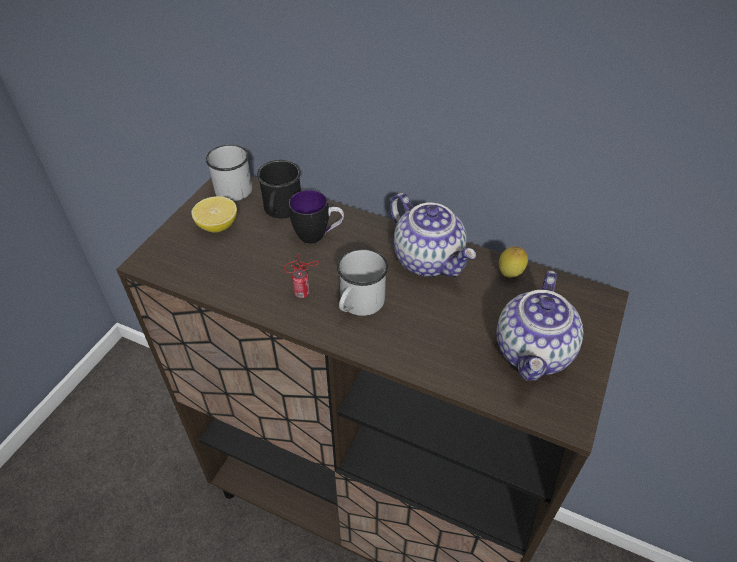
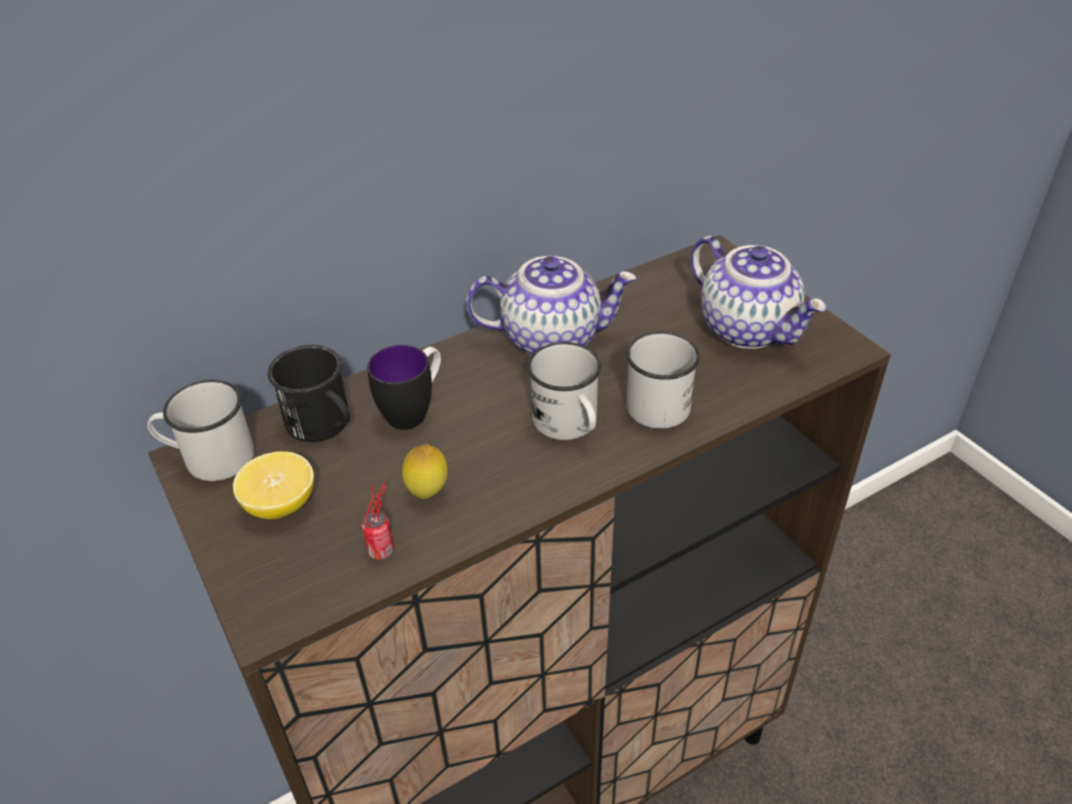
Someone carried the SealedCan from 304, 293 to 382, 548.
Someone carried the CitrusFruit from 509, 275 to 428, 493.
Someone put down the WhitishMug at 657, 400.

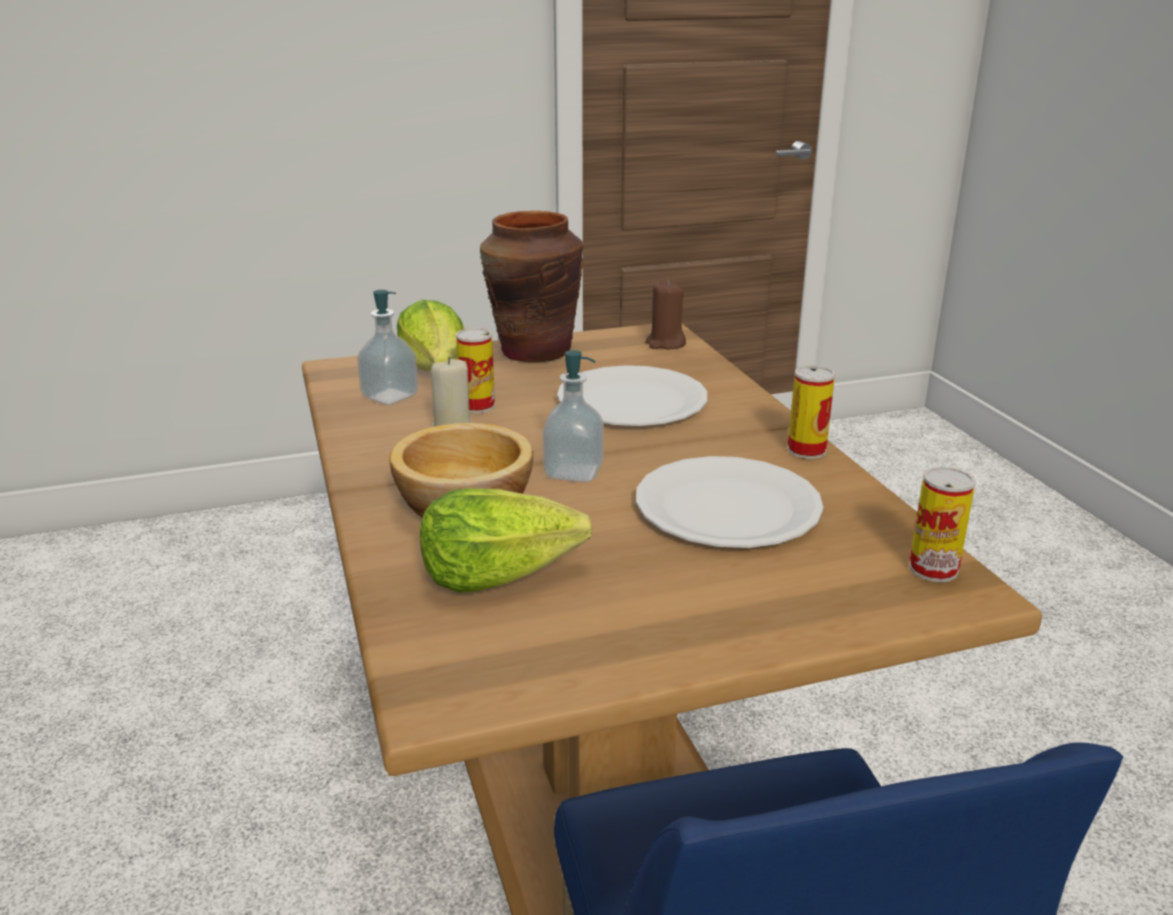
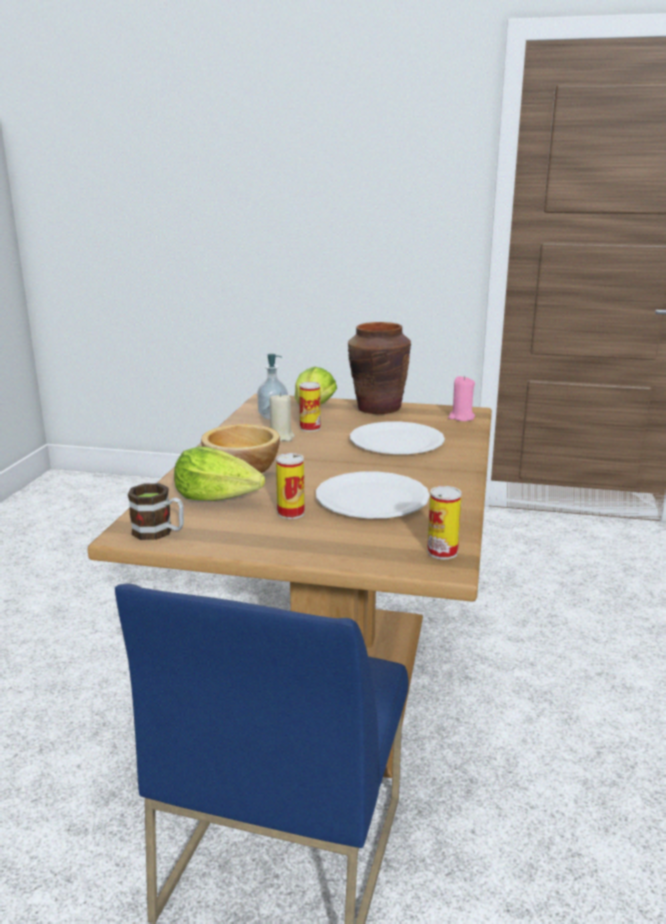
Someone put down the Mug at 159, 532.
Someone carried the SealedCan from 806, 450 to 291, 513.
Someone repainted the BrownColouredWaxLight at 665, 344, which became the PinkColouredWaxLight at 461, 417.
Someone took away the SoapBottle at 573, 472.

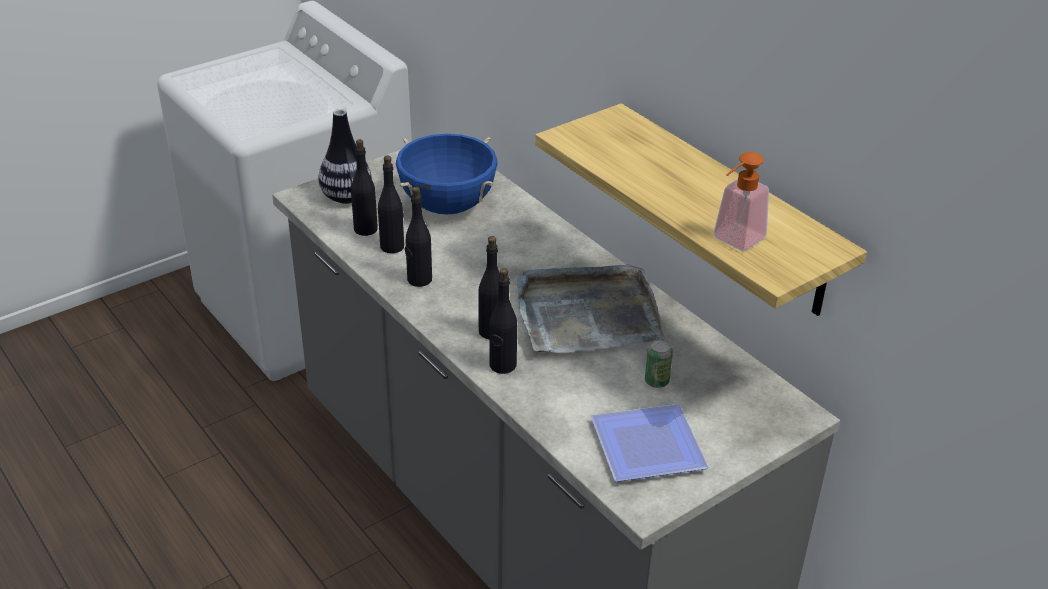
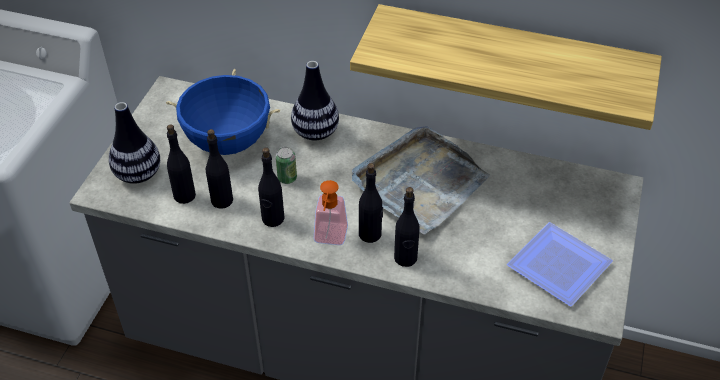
Someone carried the SealedCan from 656, 381 to 287, 178.
Someone put down the Vase at 315, 132.
Someone carried the SoapBottle from 733, 241 to 329, 239.

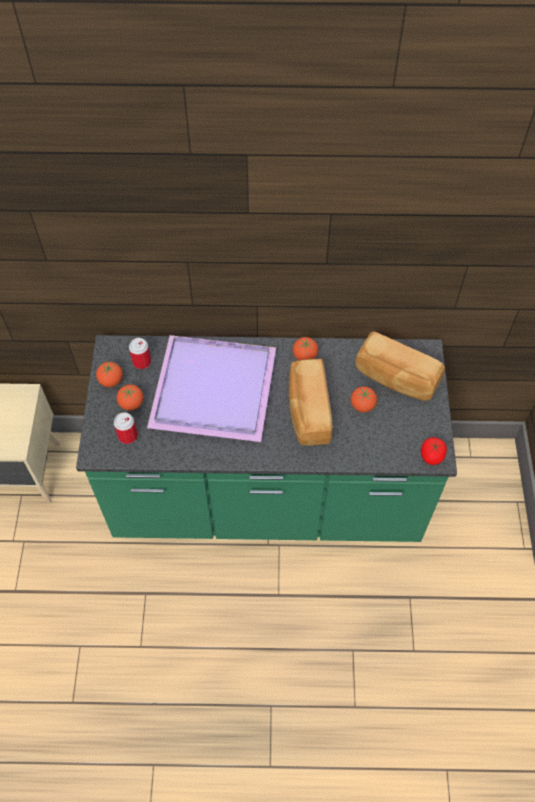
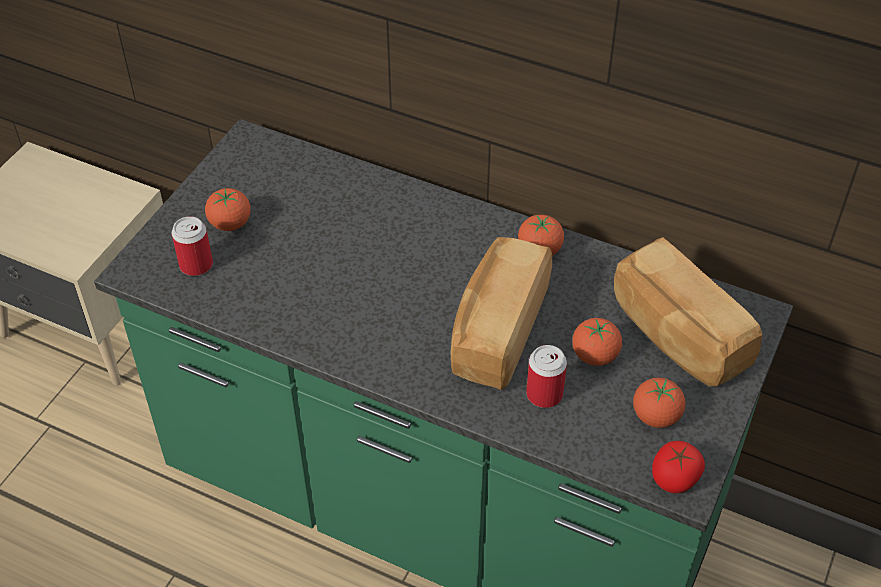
Someone carried the SealedCan from 142, 362 to 544, 394.
Someone carried the Tomato from 111, 381 to 656, 416.
Someone took away the PurplishTray at 216, 387.

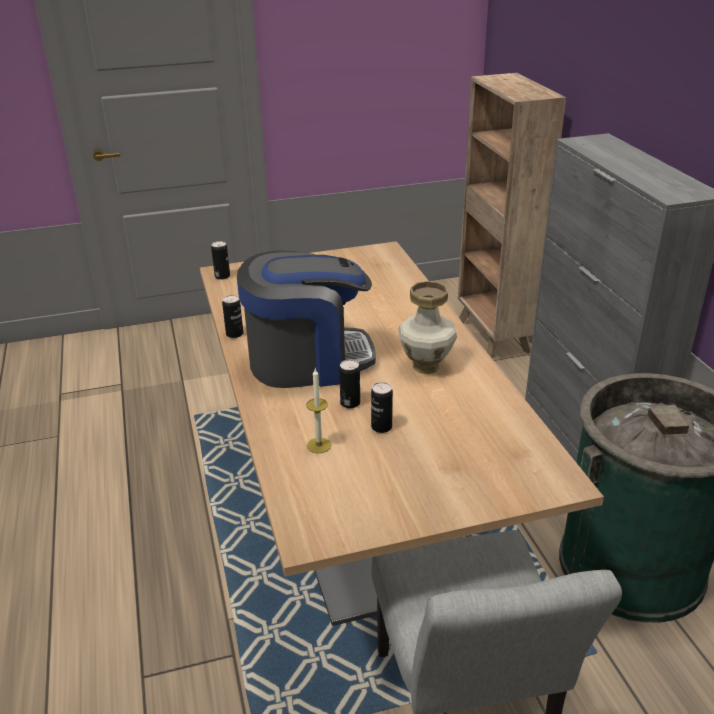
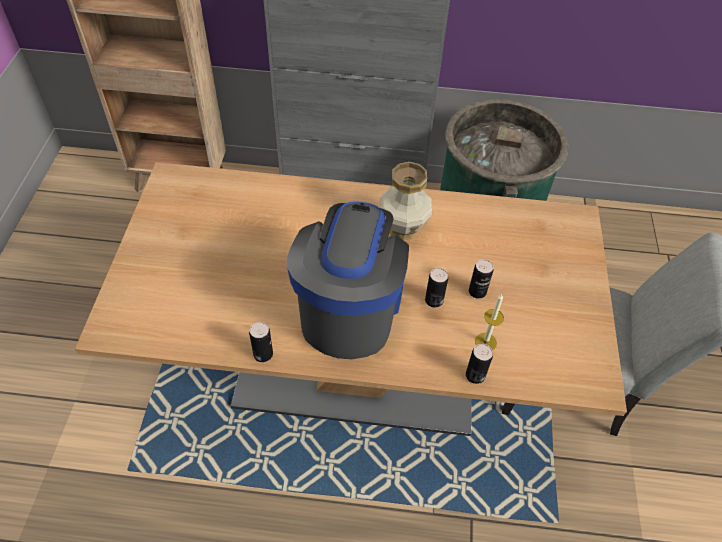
Someone carried the SealedCan from 222, 276 to 475, 375.

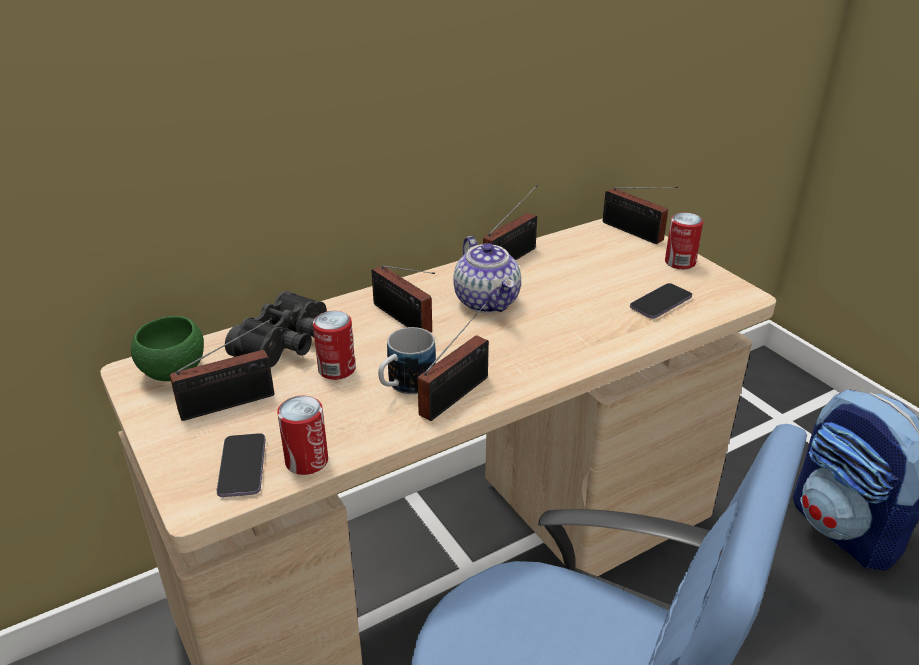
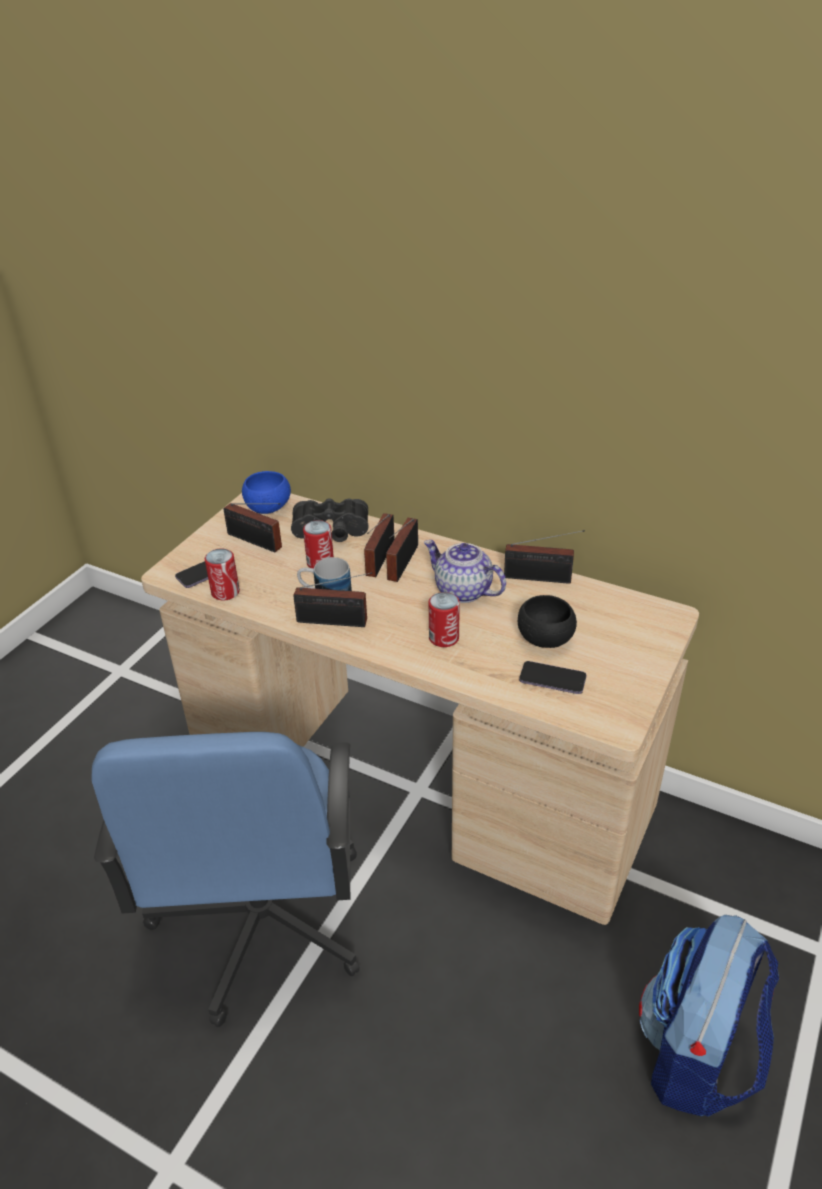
Someone repainted the GreenishDeepDish at 173, 372, which became the BlueColouredDeepDish at 268, 508.
Someone carried the Radio from 635, 233 to 378, 560.
Someone rotated the PotForTea at 488, 302 by 90 degrees clockwise.
Someone carried the SealedCan from 680, 262 to 444, 638.
Someone put down the BlackDeepDish at 545, 639.

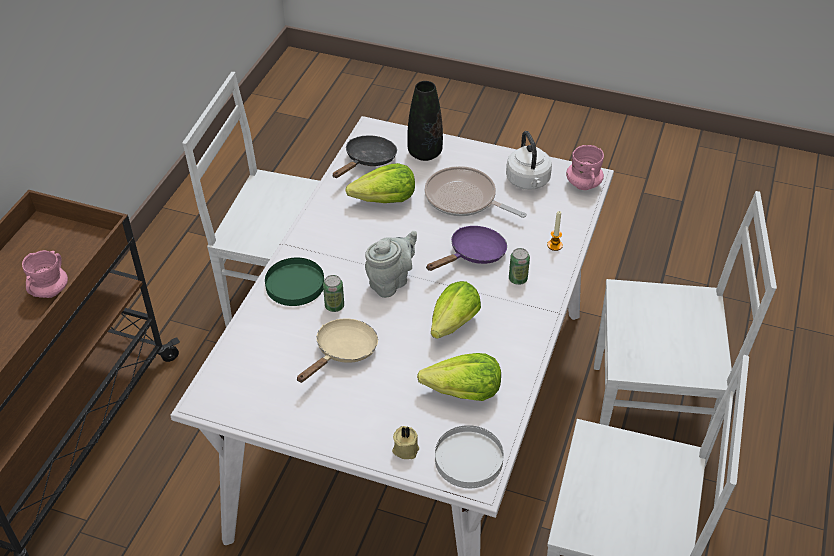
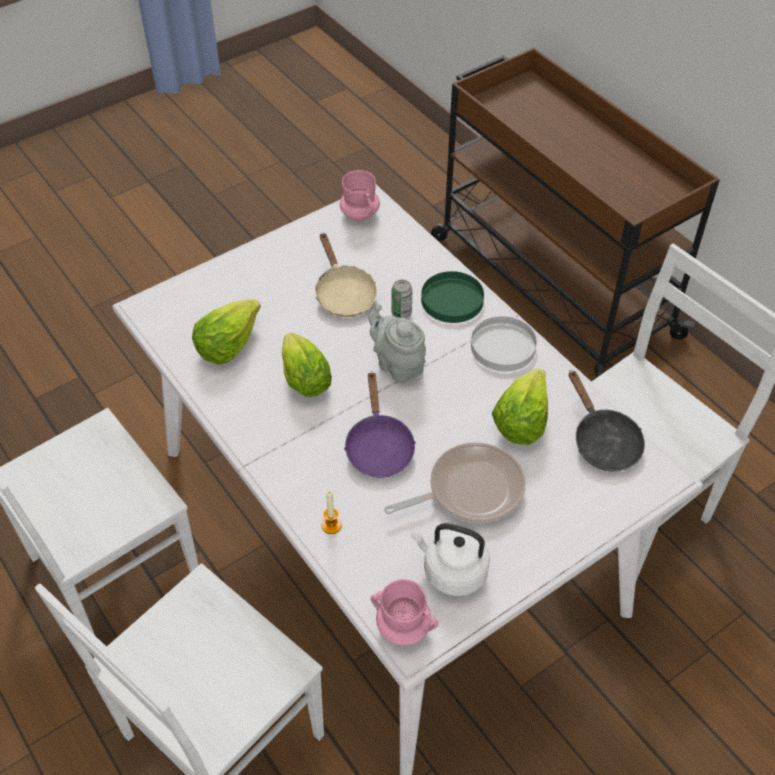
Someone carried the PinkColouredMug from 50, 290 to 360, 214.
Someone rotated the GreyishPotForTea at 391, 282 by 150 degrees clockwise.
Someone carried the WhitishFlatDish from 468, 459 to 503, 346.
Someone took away the BeigeWaxLight at 405, 448.
Someone took away the BlackVase at 425, 153.
Someone took away the SealedCan at 518, 279.

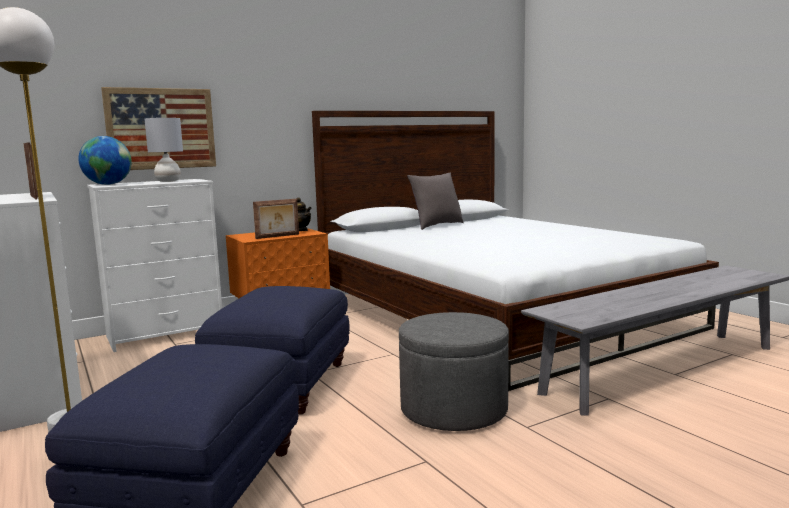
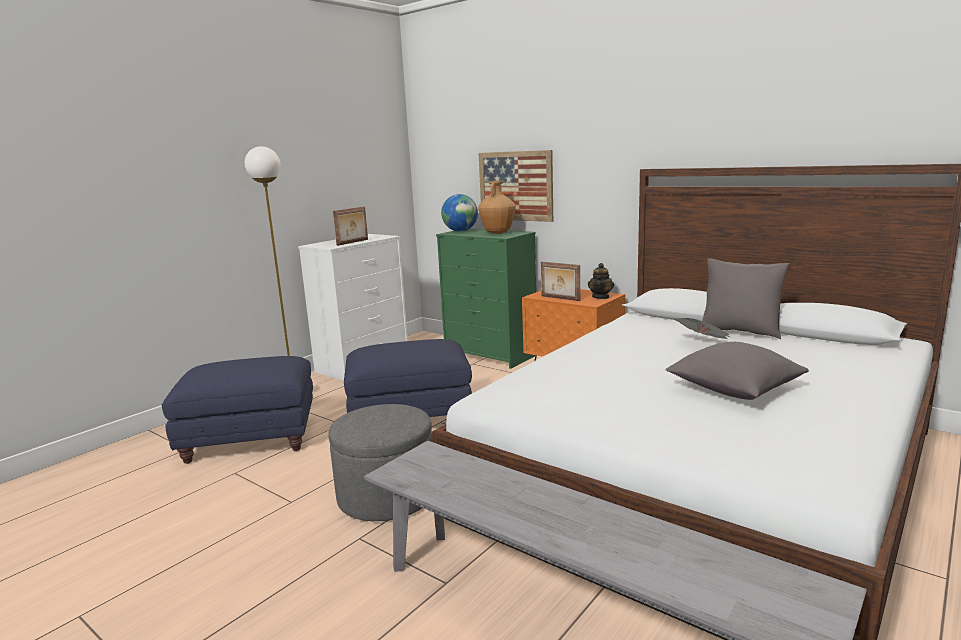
Someone repainted the WhitishDrawerChest at 166, 334, which became the GreenishDrawerChest at 491, 354.
Someone swapped the GreyishLampForATable at 168, 181 for the BrownColouredVase at 497, 233.
Someone put down the GreyishThrowPillow at 734, 390.
Someone put down the PrintedPaper at 703, 343.

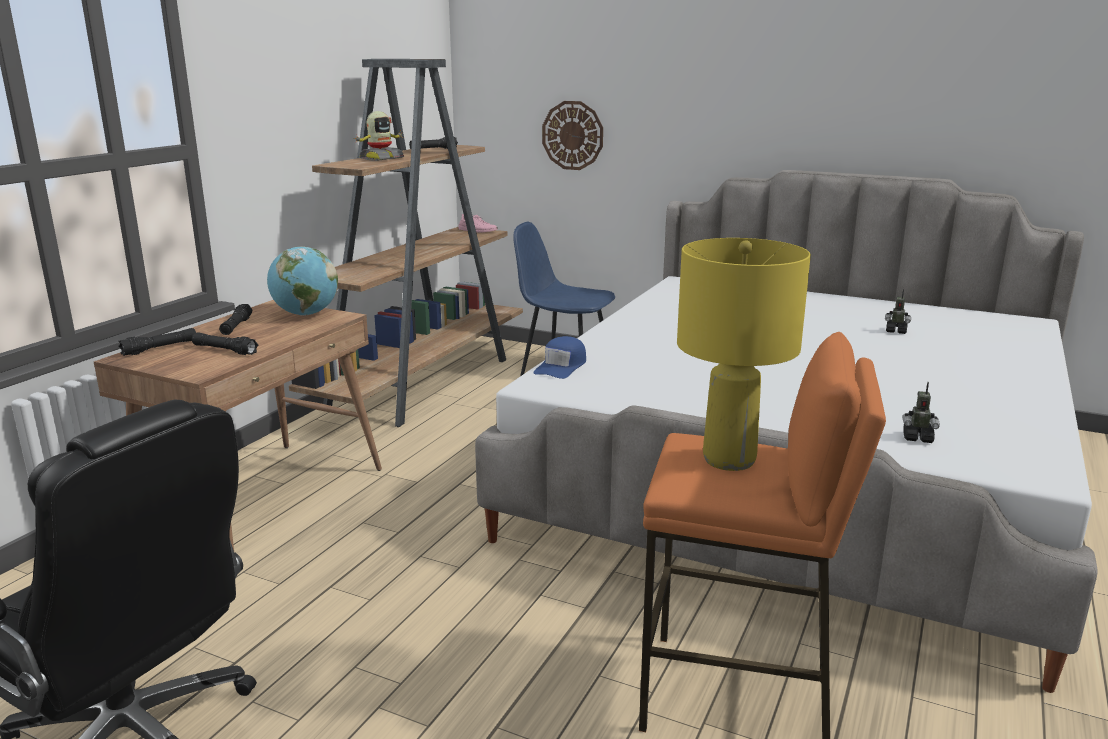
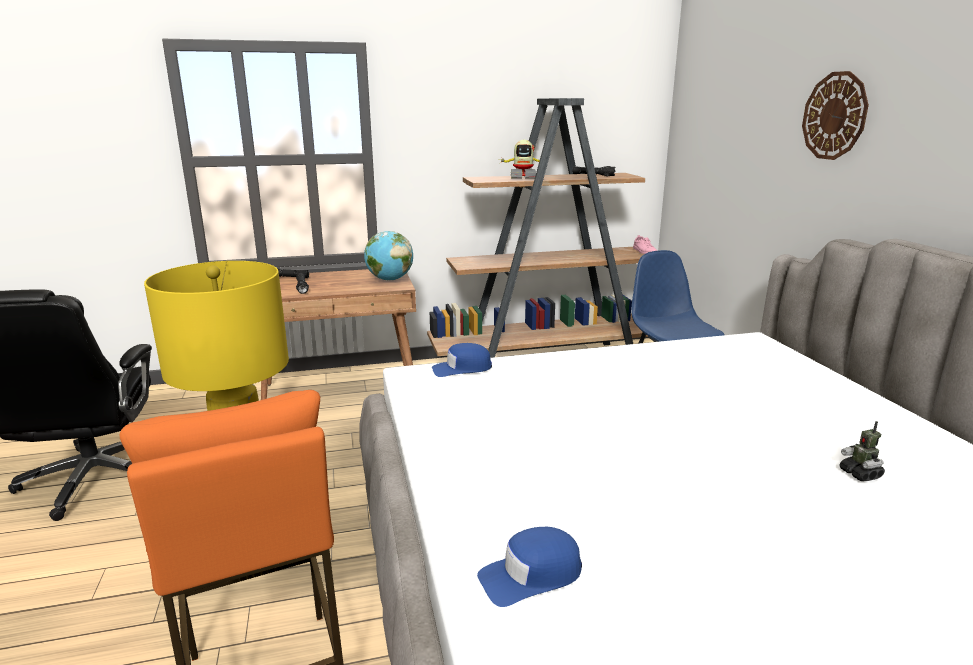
Someone swapped the ModelRobot at 917, 438 for the BlueColouredCap at 531, 575.
Someone carried the HangingClock from 572, 135 to 834, 116.
Someone took away the BlackTorch at 236, 326.

